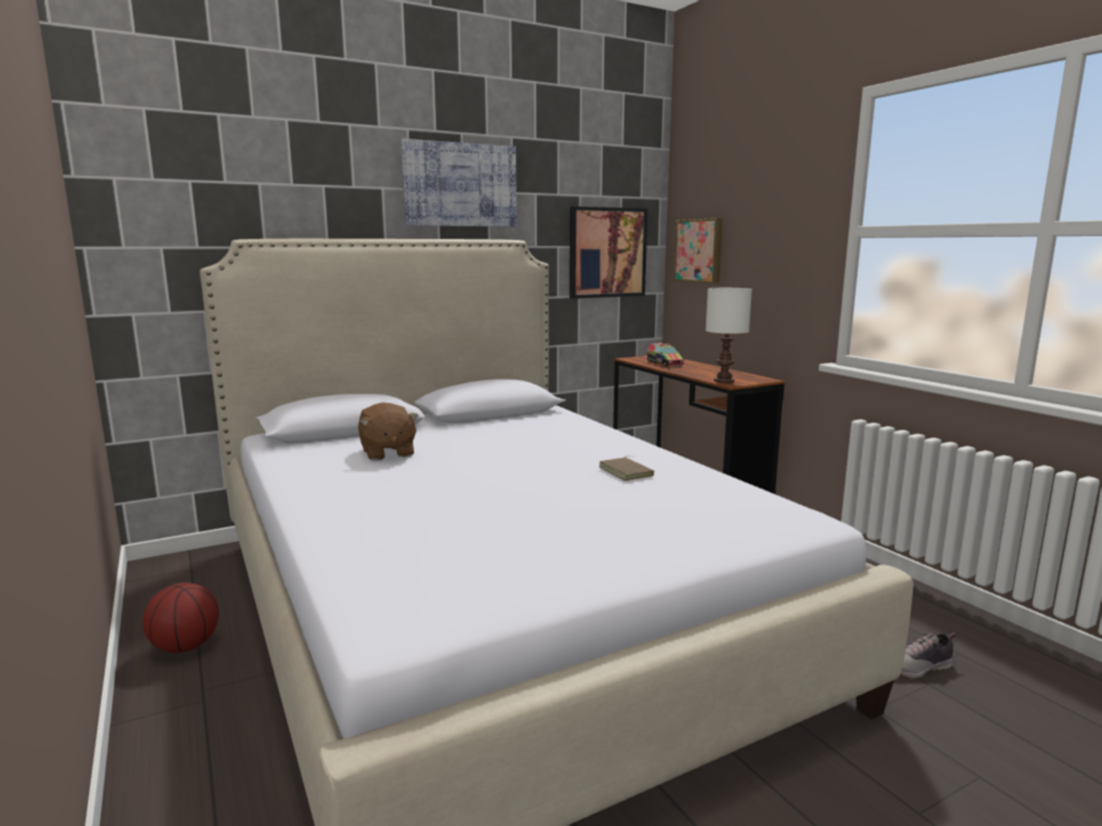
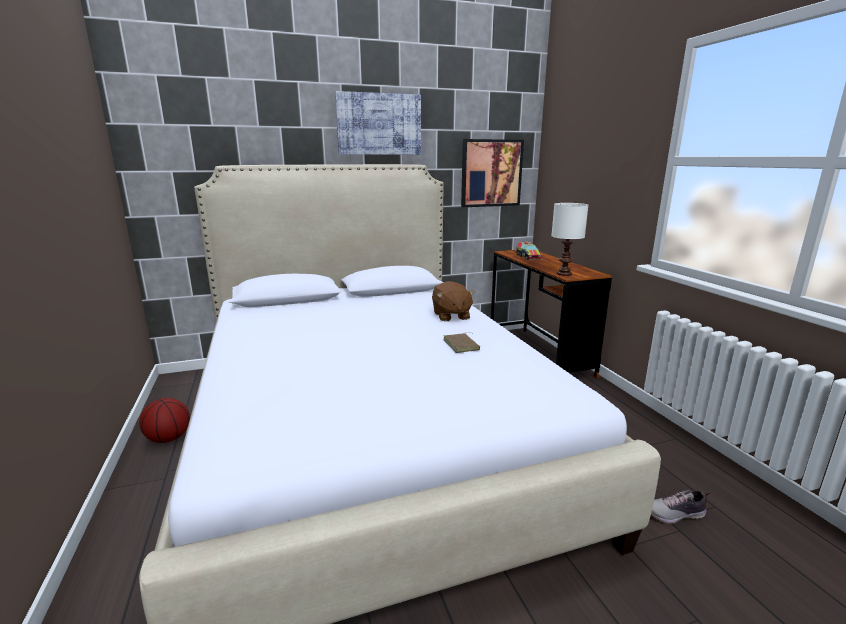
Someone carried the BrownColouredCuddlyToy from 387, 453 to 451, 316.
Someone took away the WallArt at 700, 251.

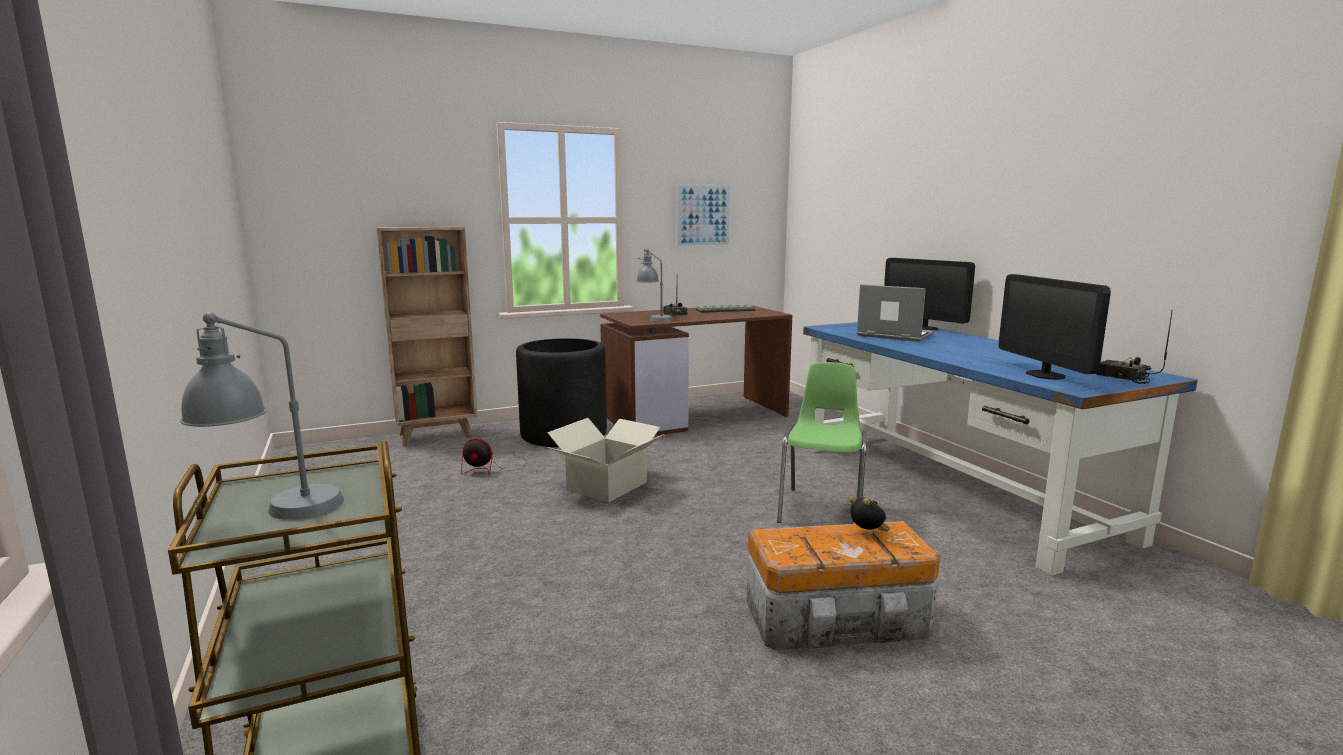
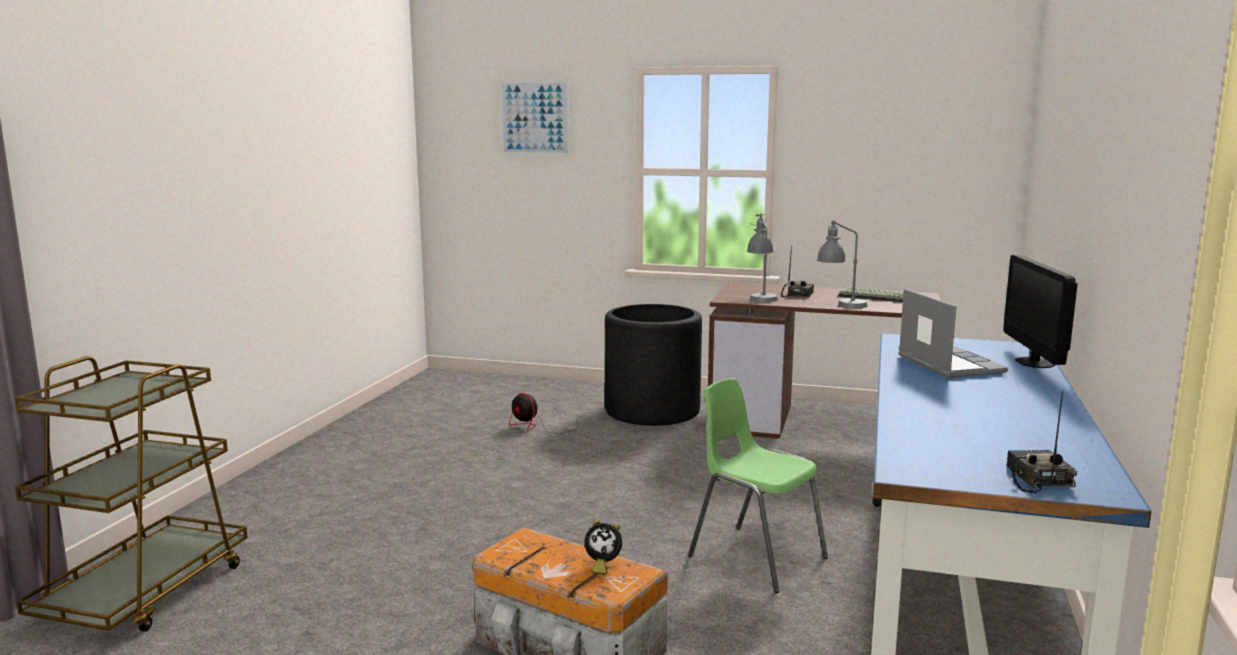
Someone carried the WallArt from 704, 216 to 534, 118.
Someone rotated the AlarmClock at 868, 533 by 75 degrees clockwise.
Someone rotated the GreenishChair at 822, 509 by 105 degrees counterclockwise.
Someone carried the GreyishLampForATable from 275, 515 to 840, 305.
Someone took away the BrownColouredBookshelf at 438, 436.
Someone took away the PackingBox at 606, 486.
Someone took away the ComputerScreen at 1045, 375.

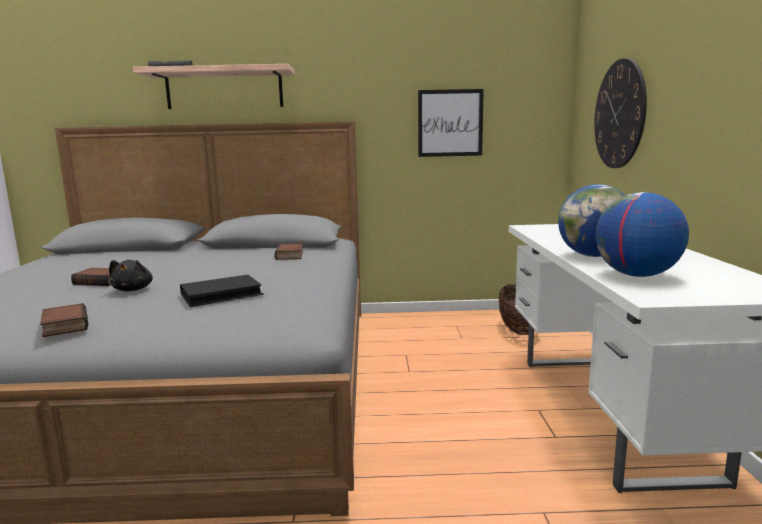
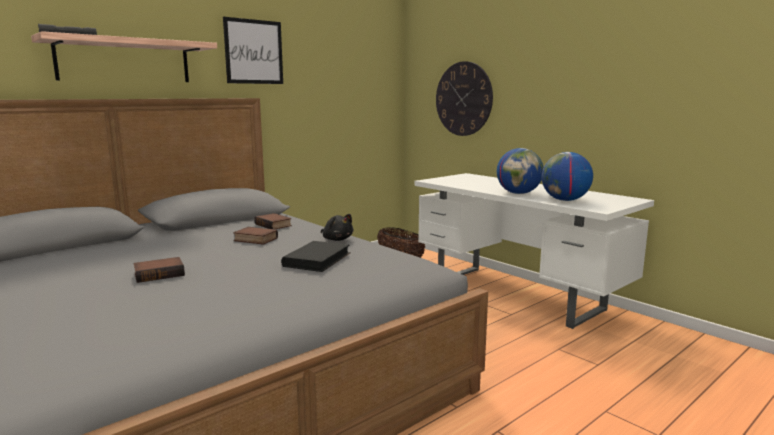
Someone carried the WallArt from 450, 123 to 254, 52.
Someone carried the Volume from 63, 325 to 254, 239.
Someone carried the BlackCuddlyToy from 133, 289 to 337, 239.

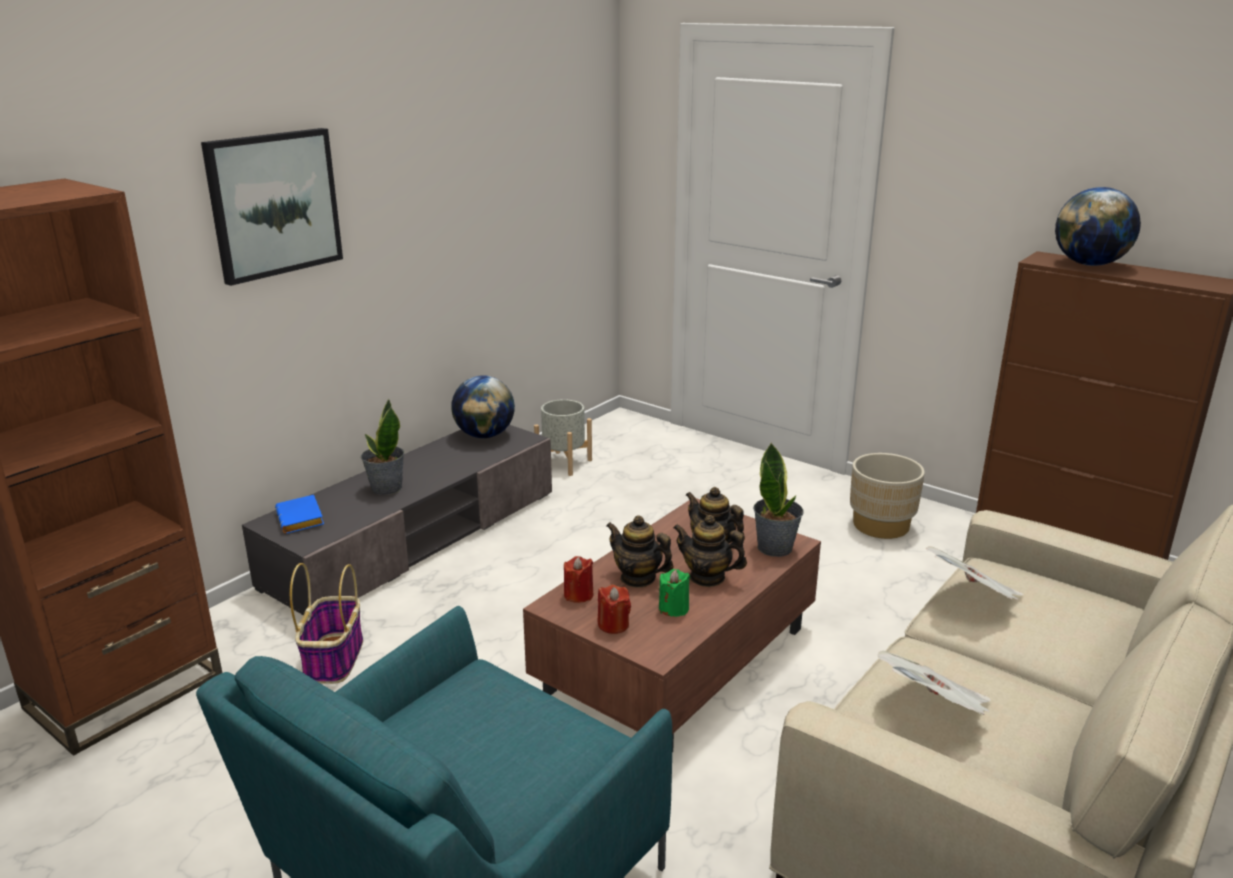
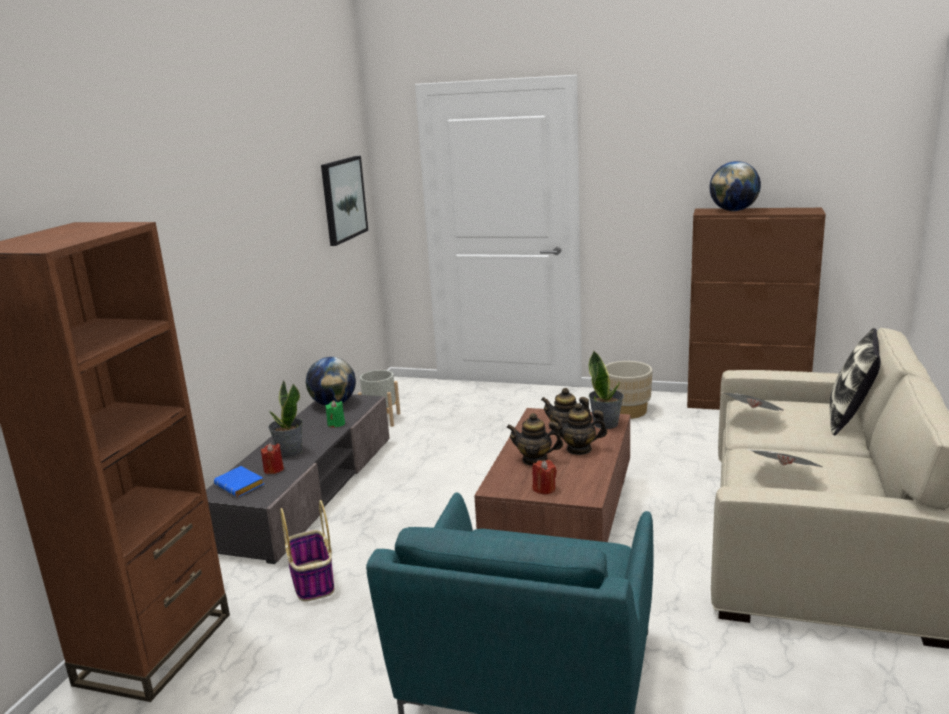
Someone carried the ReddishWaxLight from 578, 595 to 273, 470.
Someone carried the WallArt from 274, 204 to 343, 199.
Someone carried the GreenishWaxLight from 673, 608 to 336, 424.
Someone put down the ThrowPillow at 850, 419.

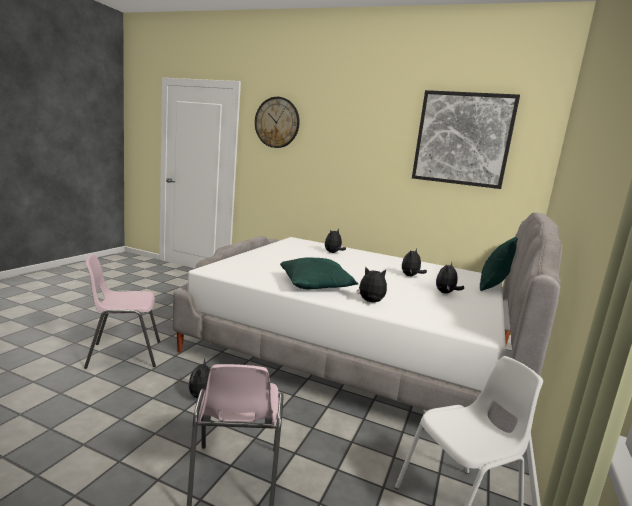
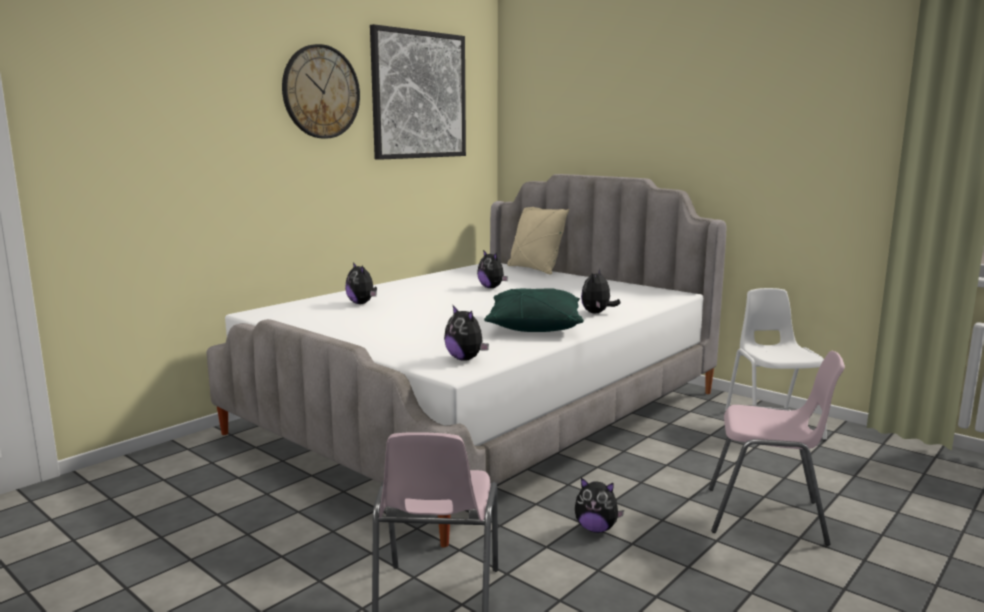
Someone carried the HangingClock from 277, 122 to 321, 92.
Someone carried the CuddlyToy from 446, 293 to 466, 359.
Someone repainted the GreenishThrowPillow at 493, 287, which became the BeigeThrowPillow at 535, 269.

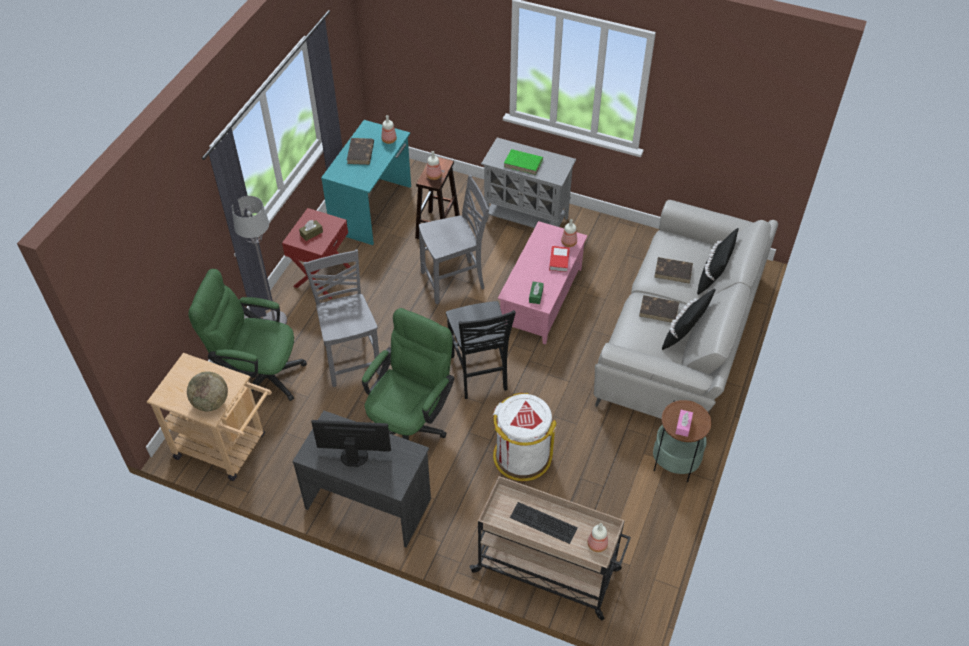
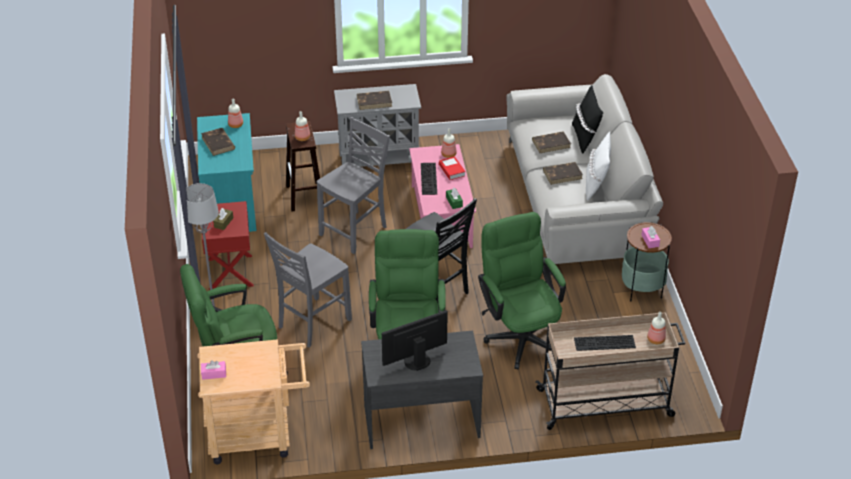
Someone put down the PinkColouredTissueHolder at 214, 374.
Someone rotated the GreyishChair at 351, 358 by 90 degrees counterclockwise.
Someone repainted the GreenishVolume at 523, 163, which became the BrownColouredVolume at 374, 101.
Someone put down the Keyboard at 429, 179.
Someone swapped the WhitishTrashCan at 521, 456 for the GreenishOfficeChair at 520, 334.
Someone repainted the BlackThrowPillow at 684, 336, which became the WhitishThrowPillow at 596, 185.
Someone took away the WorldGlobe at 211, 402.

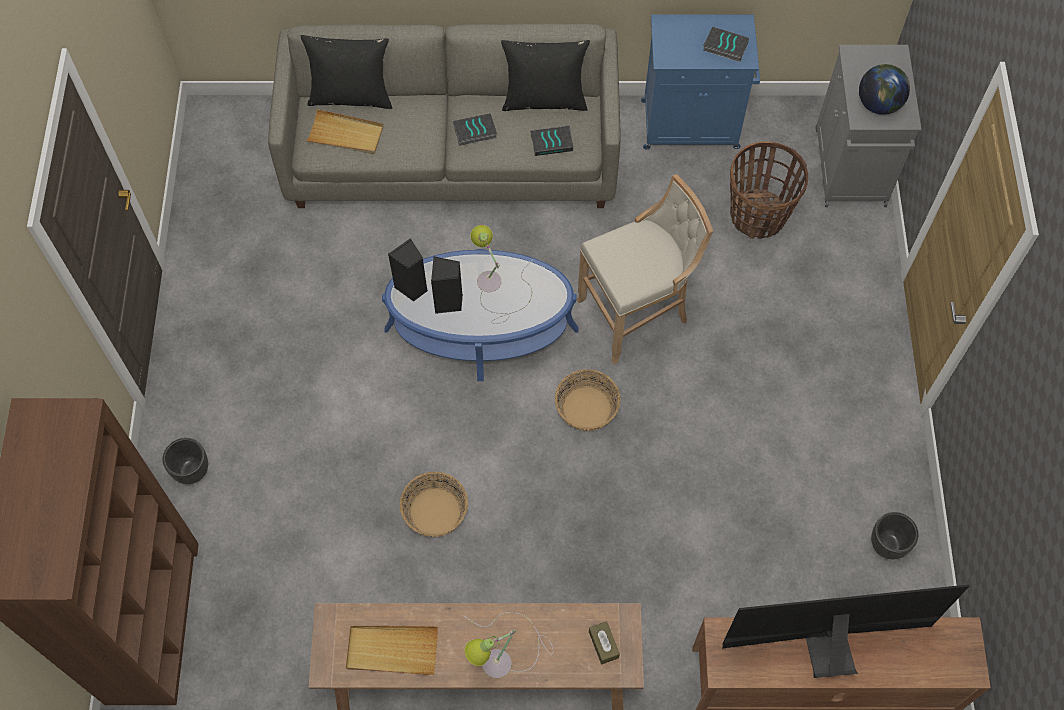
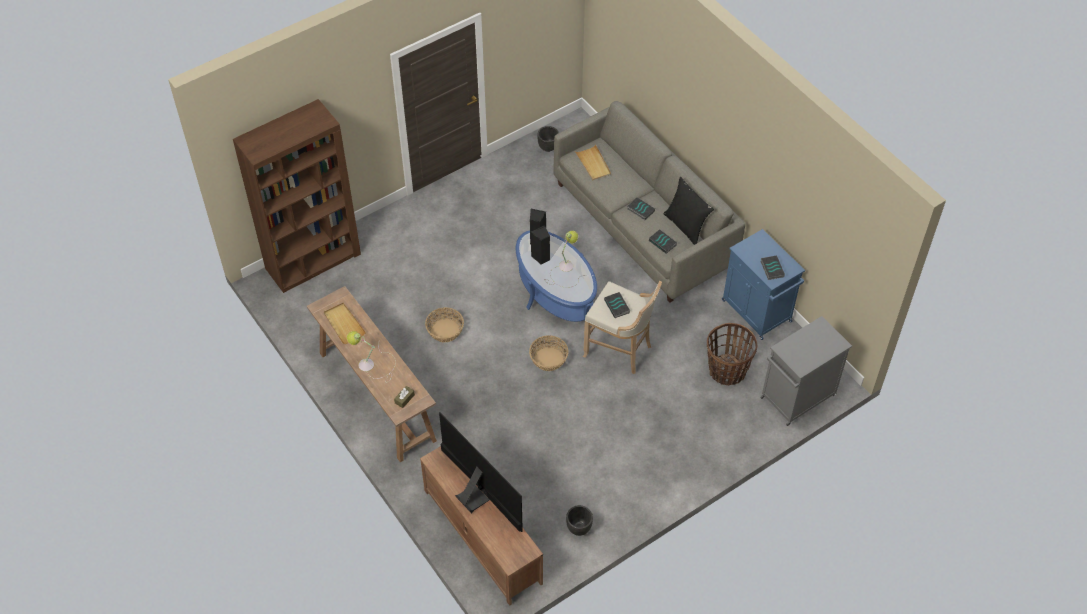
Someone carried the BlackPlantPot from 192, 471 to 548, 147.
Someone put down the Volume at 617, 306.
Someone took away the BlackThrowPillow at 351, 96.
Someone took away the WorldGlobe at 879, 104.

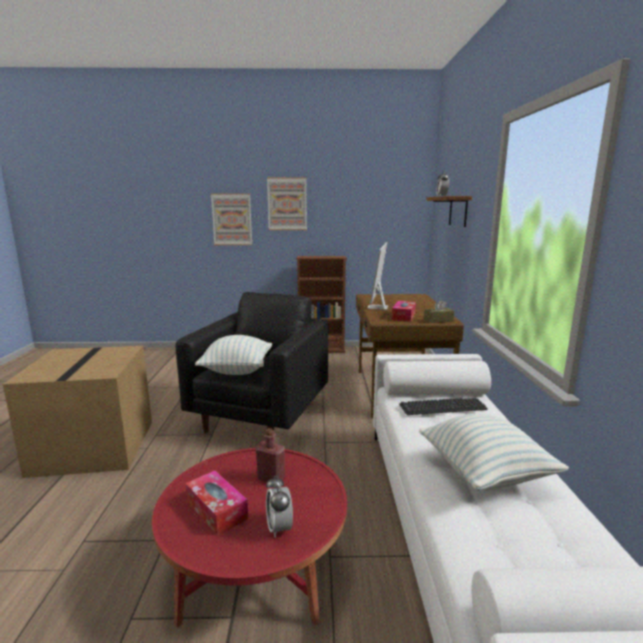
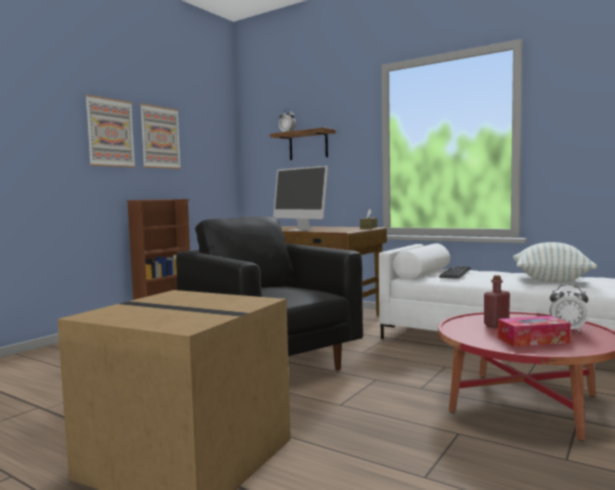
Someone carried the WallArt from 232, 219 to 160, 137.
Someone took away the ThrowPillow at 237, 370.
Someone took away the TissueHolder at 403, 316.

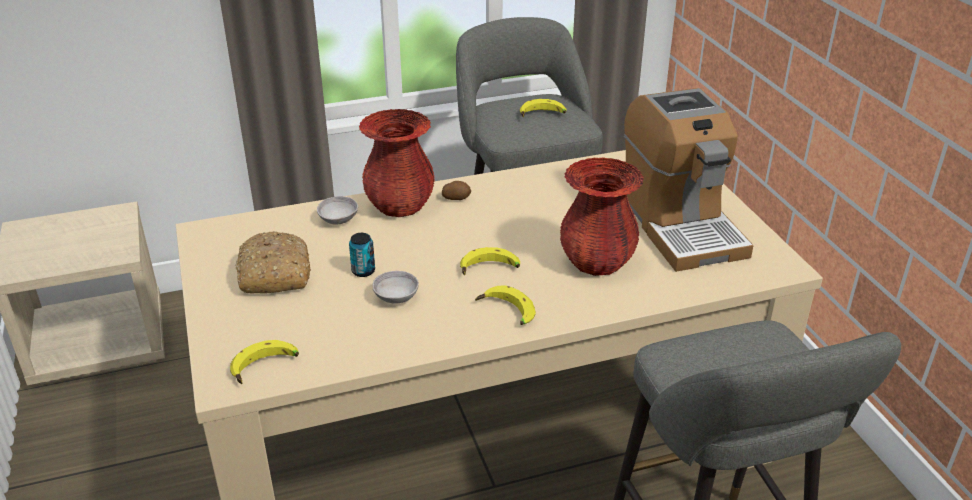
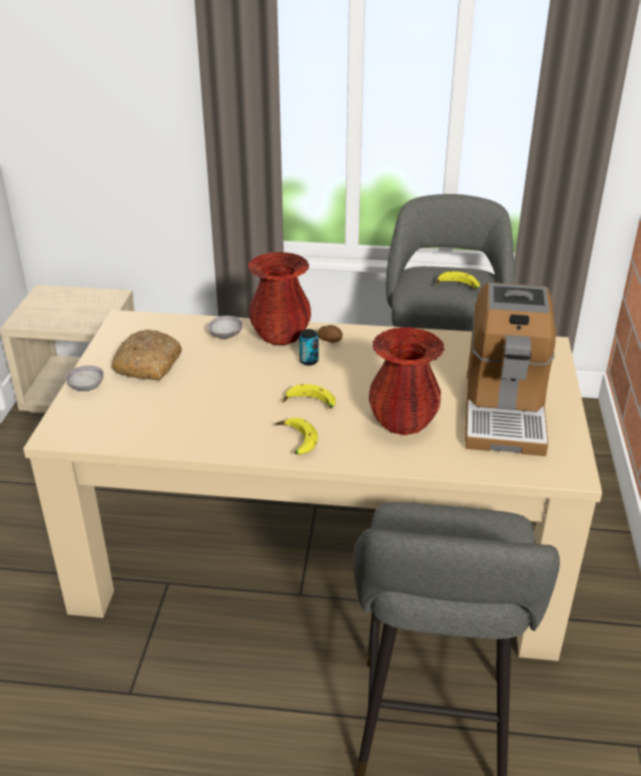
Someone carried the GreyishDeepDish from 396, 297 to 86, 386.
Someone carried the SealedCan from 363, 271 to 309, 361.
Someone took away the Banana at 266, 368.

